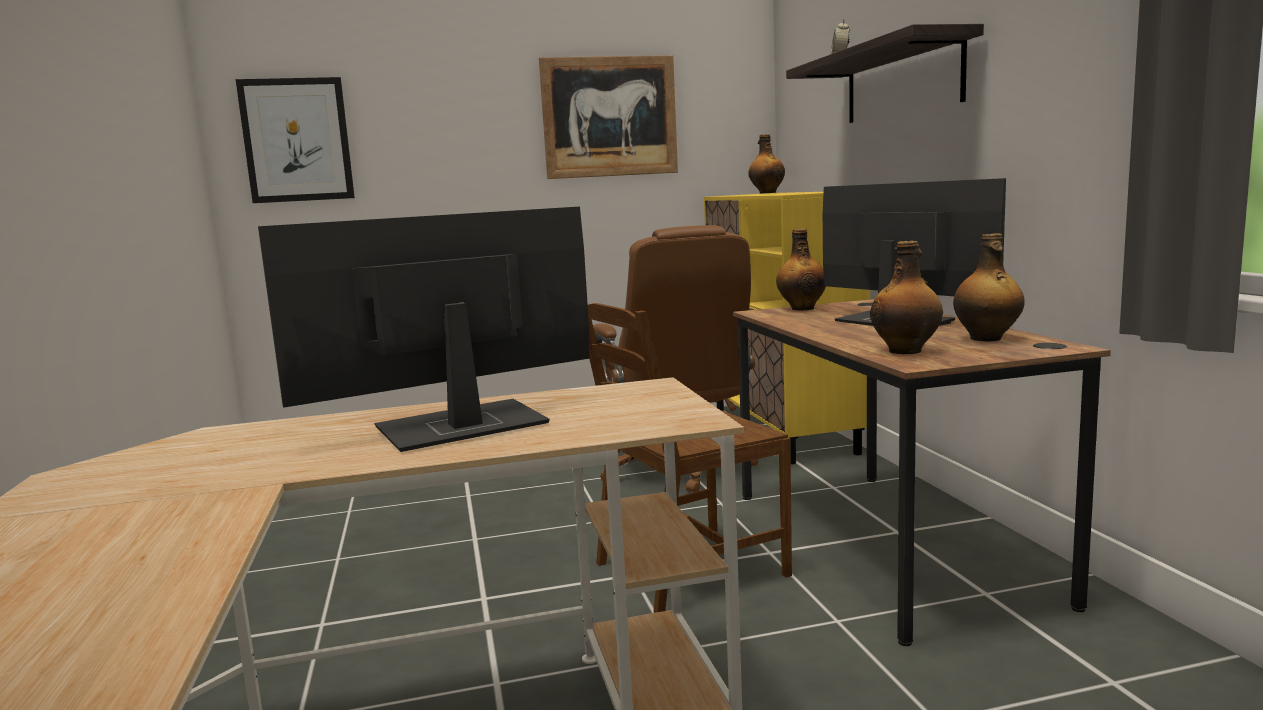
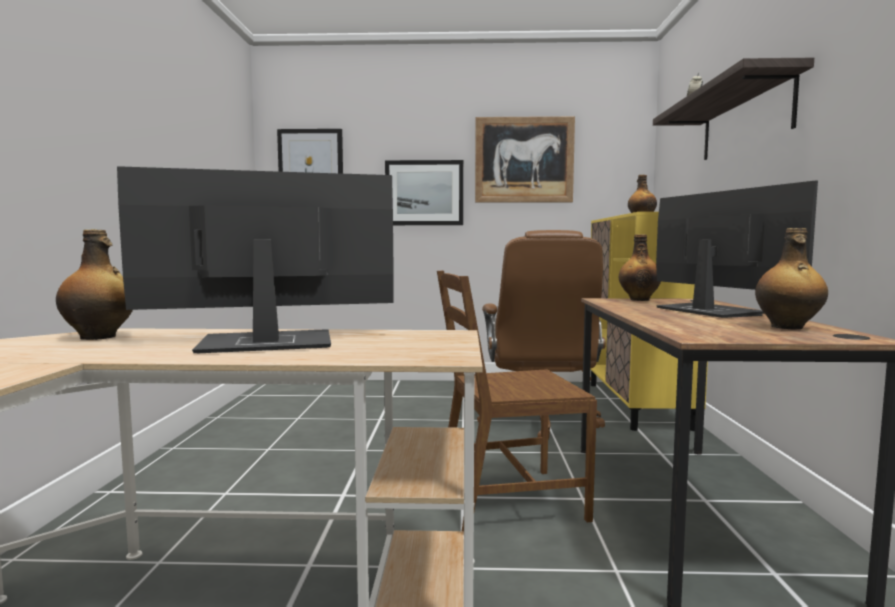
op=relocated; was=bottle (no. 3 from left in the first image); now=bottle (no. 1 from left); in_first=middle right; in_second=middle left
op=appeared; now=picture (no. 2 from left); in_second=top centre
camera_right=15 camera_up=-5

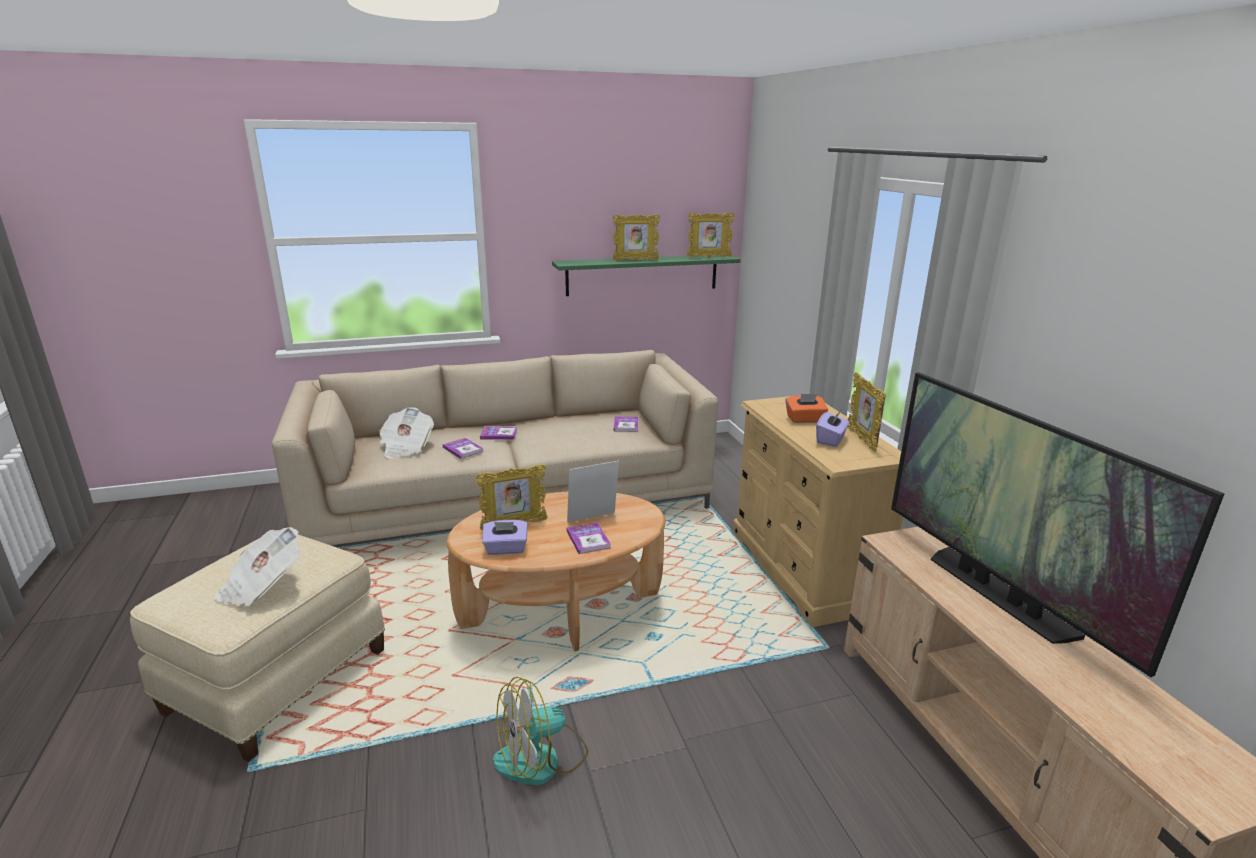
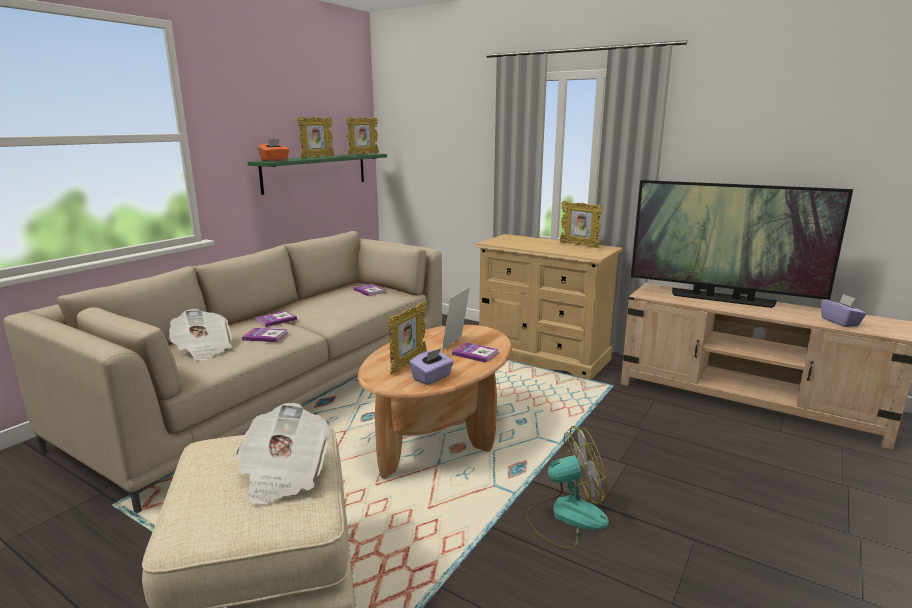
op=relocated; was=orange tissue box; in_first=centre; in_second=top left
op=spun; was=fan; in_first=bottom centre; in_second=bottom centre; clockwise=-120
op=relocated; was=purple tissue box (no. 2 from left); in_first=centre; in_second=middle right
camera_right=-40 camera_up=-5

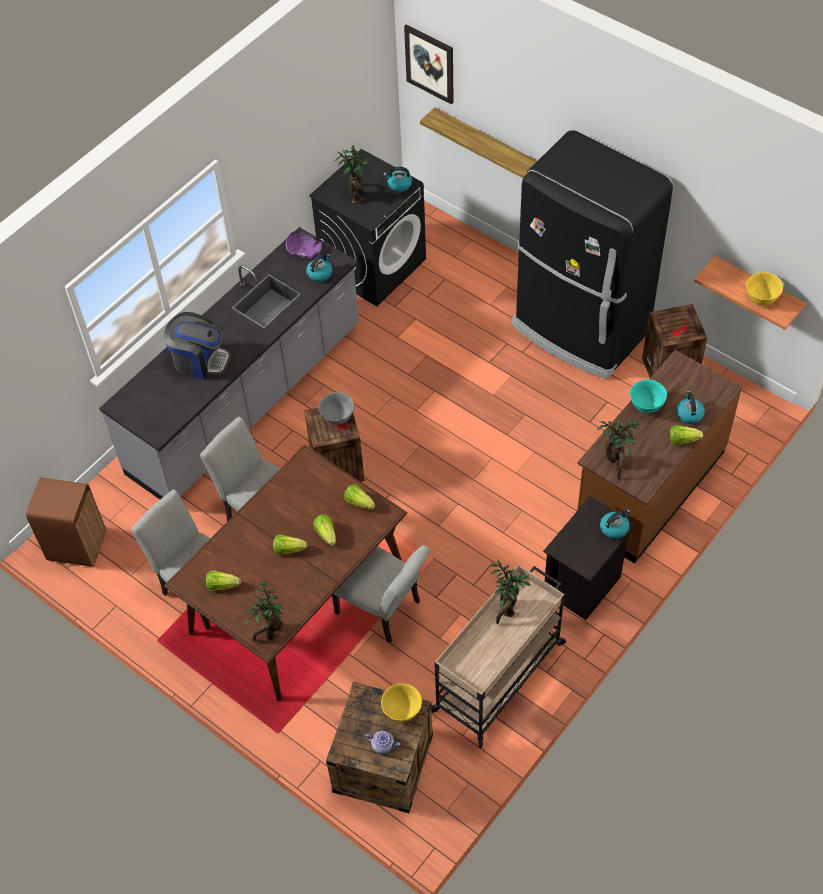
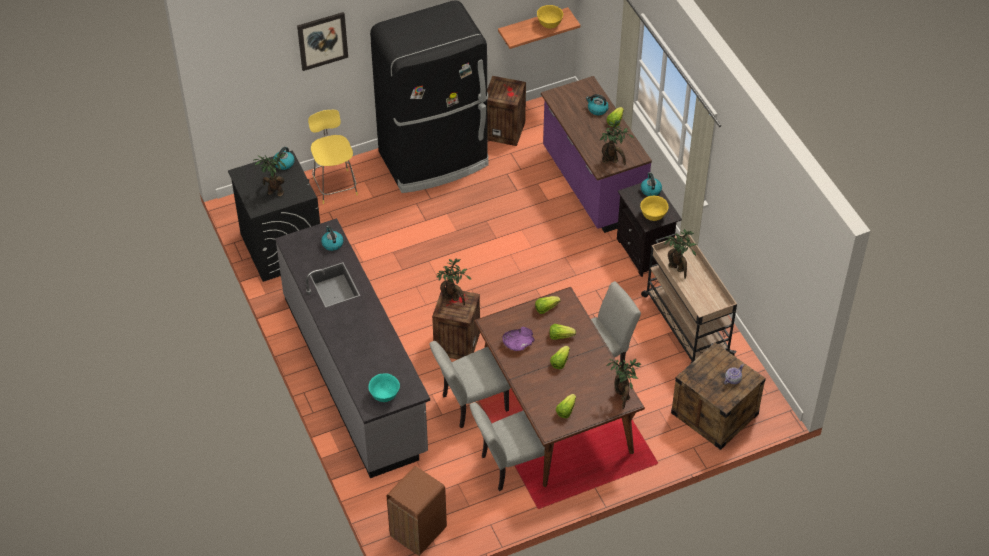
op=relocated; was=picture; in_first=top centre; in_second=top left
op=appeared; now=yellow stool; in_second=top centre
op=relocated; was=turquoise bowl; in_first=middle right; in_second=bottom centre
op=exchanged; was=grey bowl; now=potted plant (no. 2 from left); in_first=centre; in_second=centre
op=relocated; was=purple bowl; in_first=top centre; in_second=centre
op=colour; was=brown counter; now=purple counter; in_first=middle right; in_second=top centre
op=relocated; was=yellow bowl (no. 1 from left in the first image); now=yellow bowl (no. 2 from left); in_first=bottom centre; in_second=centre
op=missing; was=coffee machine; in_first=middle left
op=missing; was=shelf (no. 1 from left); in_first=top centre
camera_right=-65 camera_up=-5

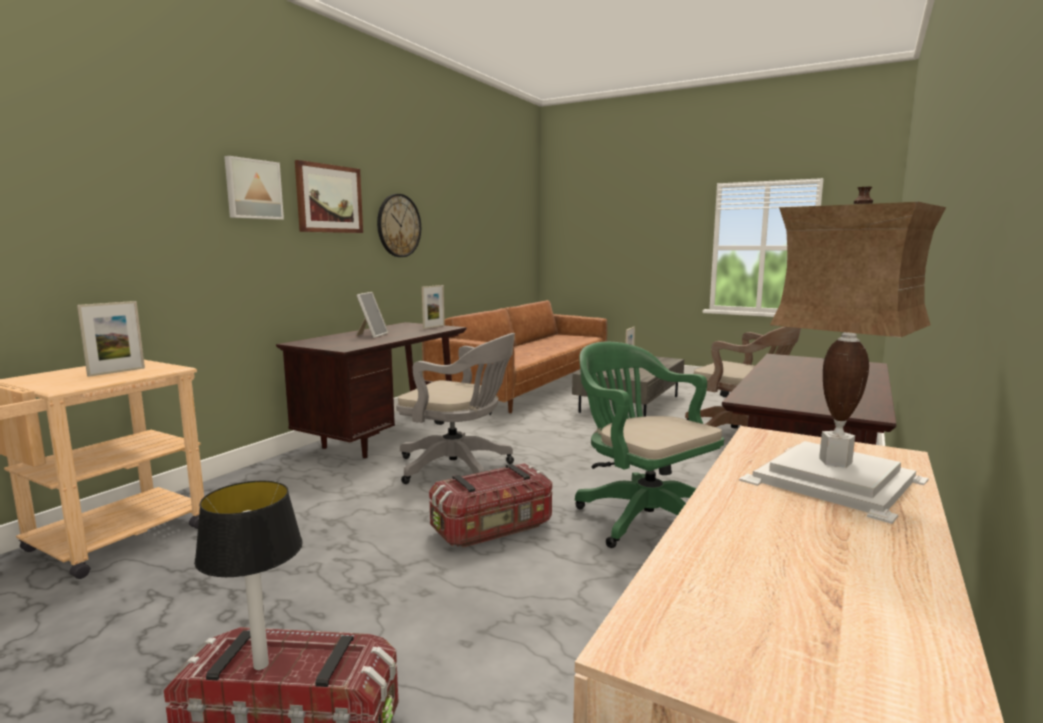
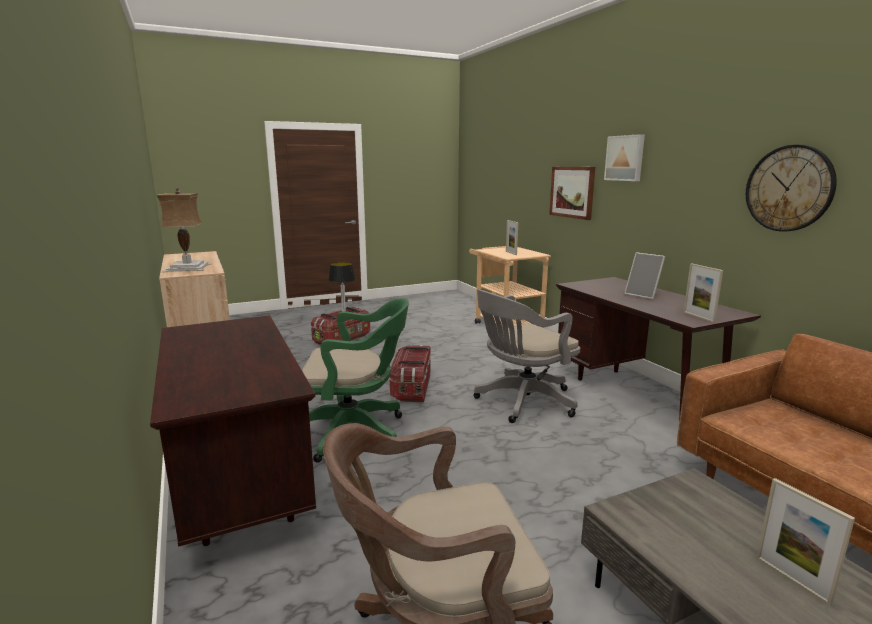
op=relocated; was=picture (no. 2 from left in the first image); now=picture (no. 1 from left); in_first=top left; in_second=top centre
camera_right=125 camera_up=5

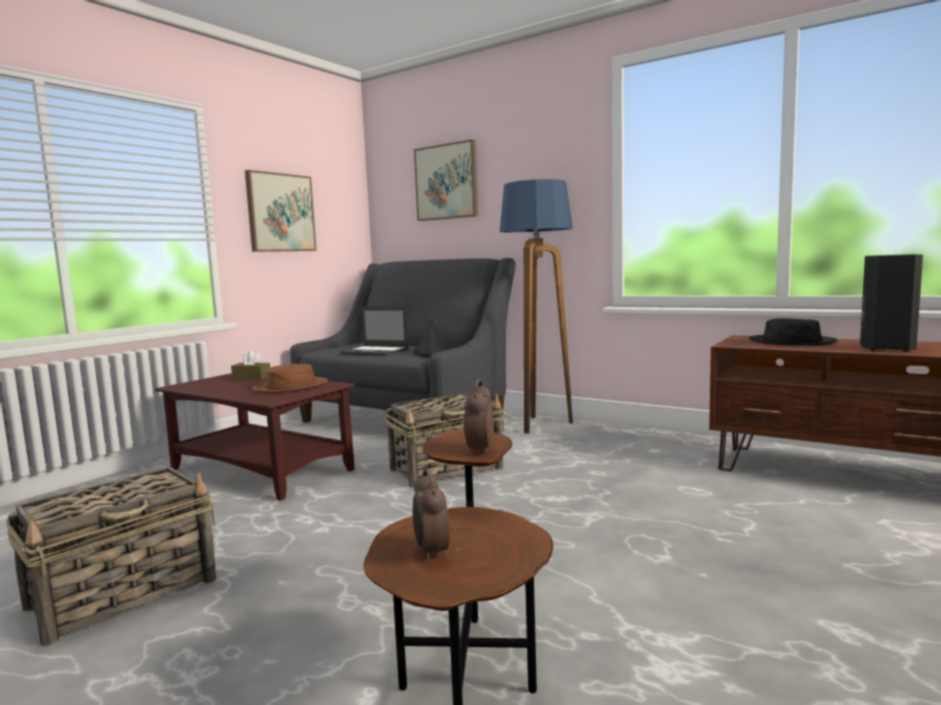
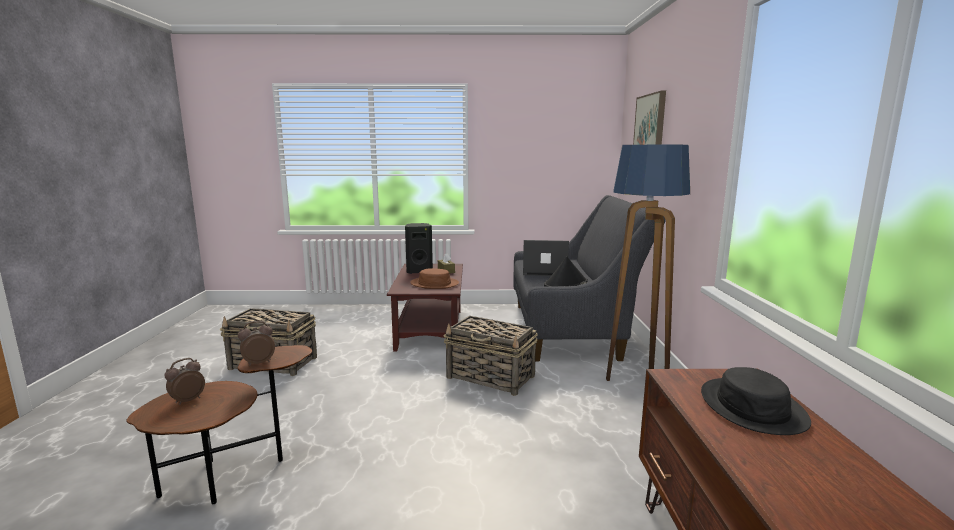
op=relocated; was=black speaker; in_first=middle right; in_second=centre
op=spun; was=laptop; in_first=centre; in_second=centre; clockwise=105
op=missing; was=picture (no. 1 from left); in_first=top left
camera_right=55 camera_up=5

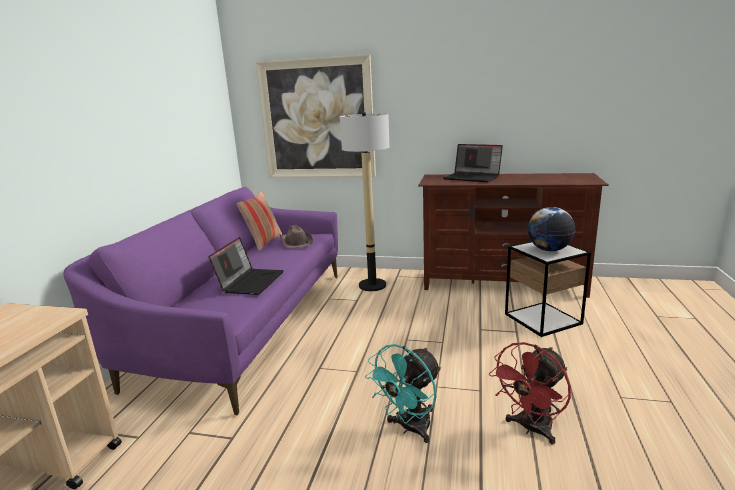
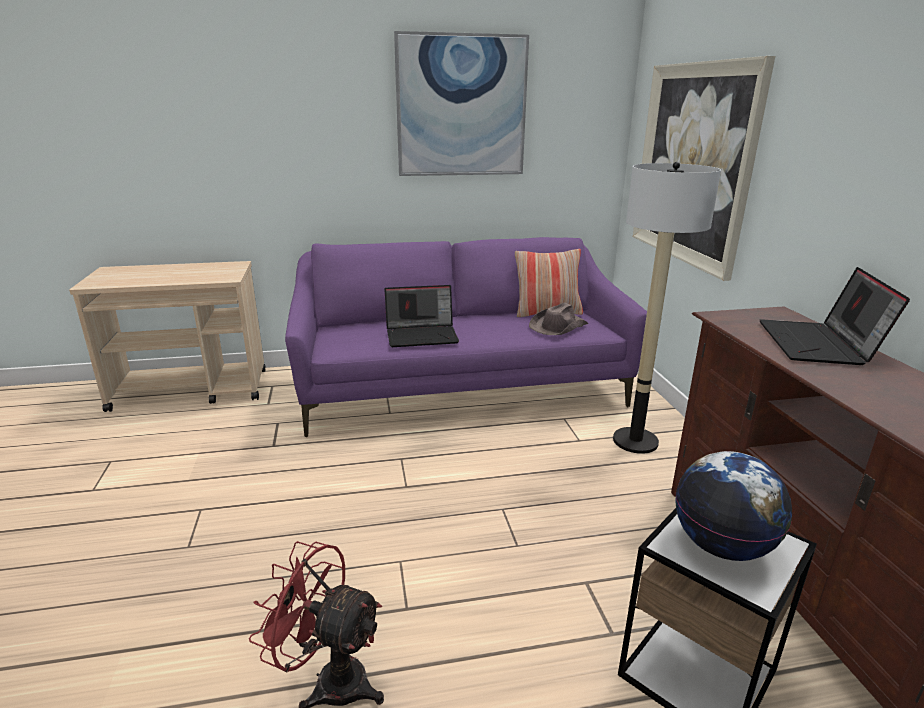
op=appeared; now=picture (no. 1 from left); in_second=top centre
op=missing; was=turquoise fan; in_first=bottom centre
camera_right=65 camera_up=5

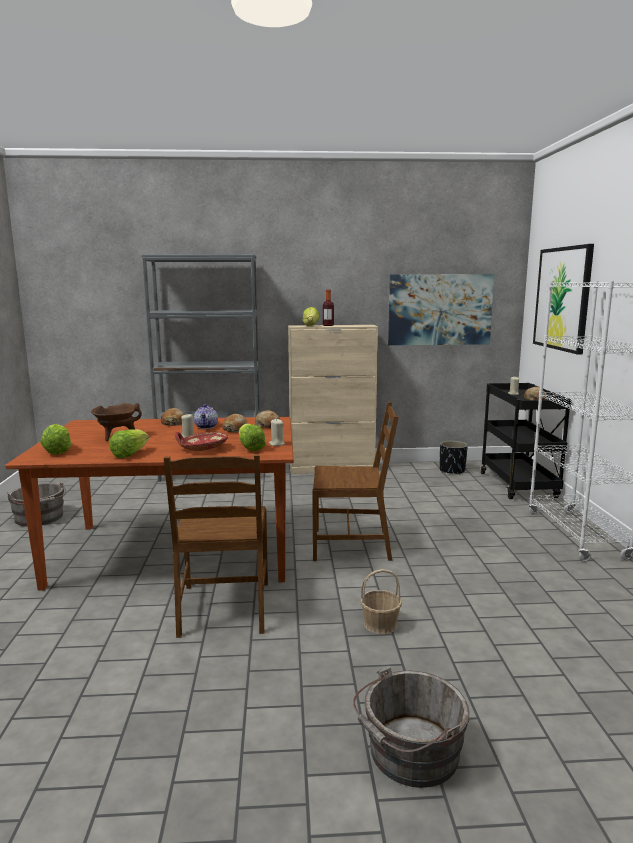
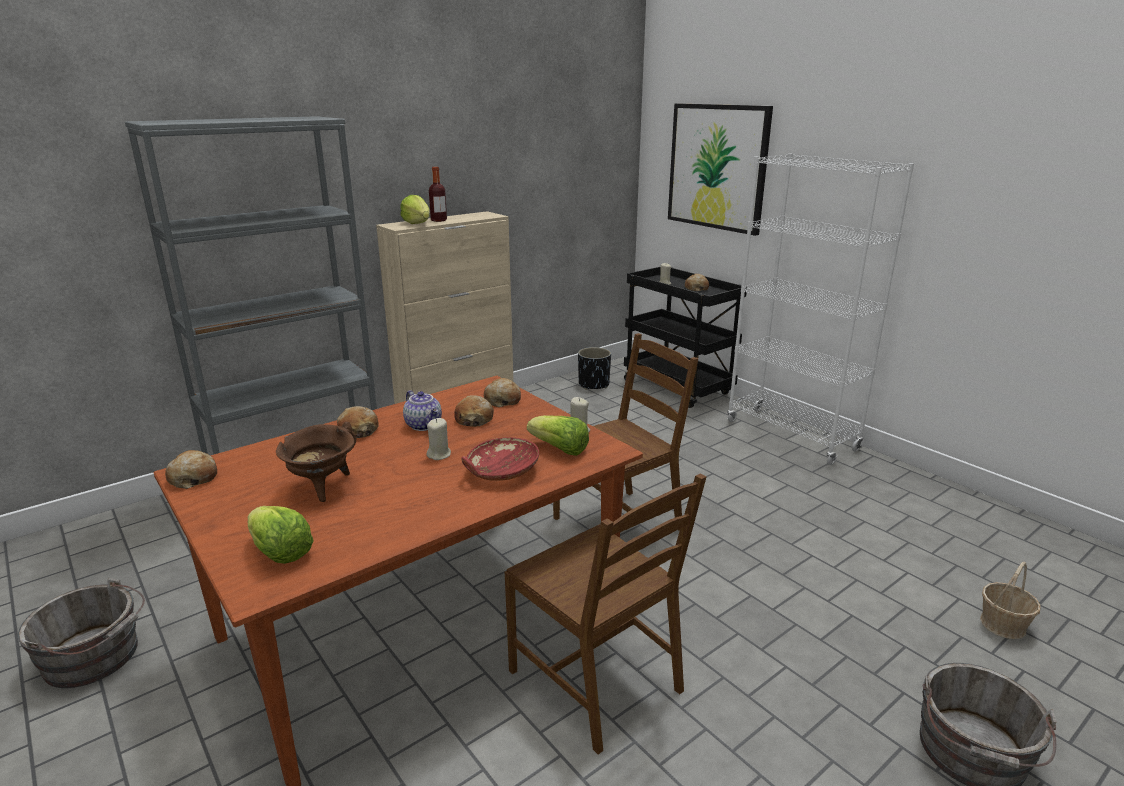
op=appeared; now=bread (no. 1 from left); in_second=middle left
op=relocated; was=basket; in_first=bottom centre; in_second=bottom right
op=missing; was=lettuce (no. 2 from left); in_first=middle left
op=missing; was=picture (no. 1 from left); in_first=middle right
camera_right=-35 camera_up=10

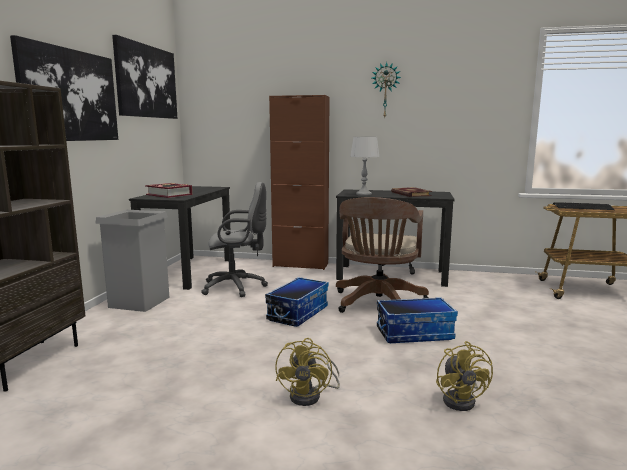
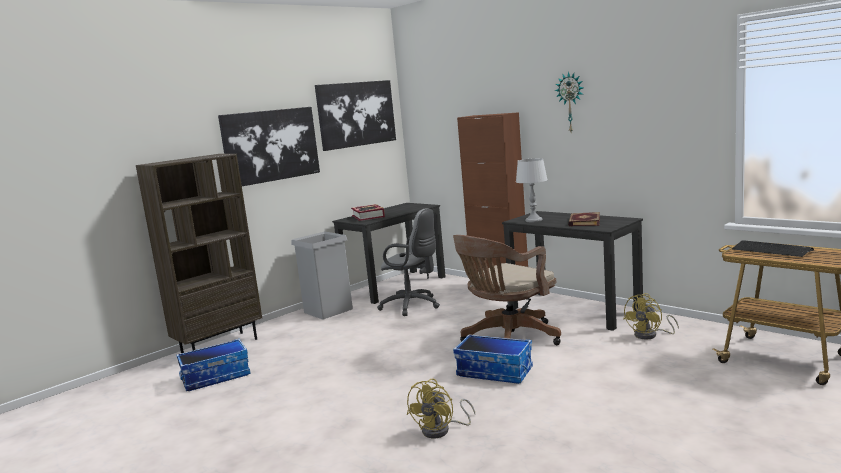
op=relocated; was=storage box (no. 1 from left); in_first=centre; in_second=bottom left
op=relocated; was=yellow fan (no. 1 from left in the first image); now=yellow fan (no. 2 from left); in_first=bottom centre; in_second=bottom right
camera_right=35 camera_up=0

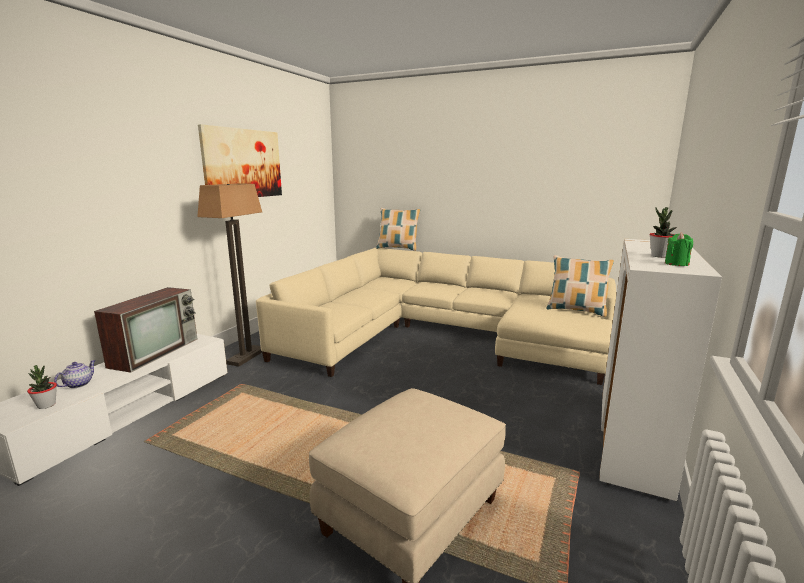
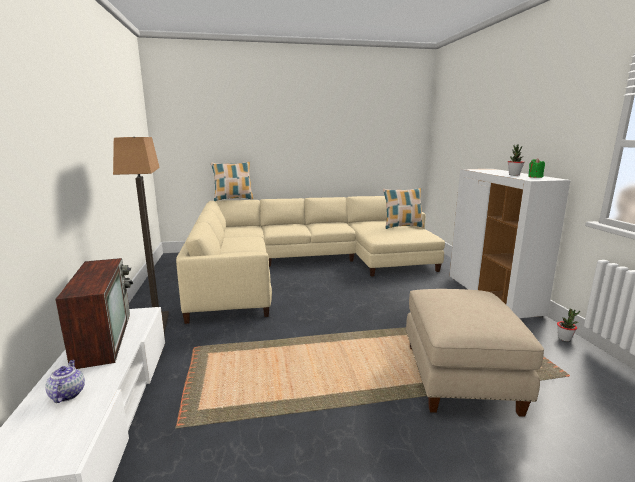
op=relocated; was=potted plant (no. 1 from left in the first image); now=potted plant (no. 2 from left); in_first=middle left; in_second=bottom right
op=missing; was=picture; in_first=top left
camera_right=-35 camera_up=0

